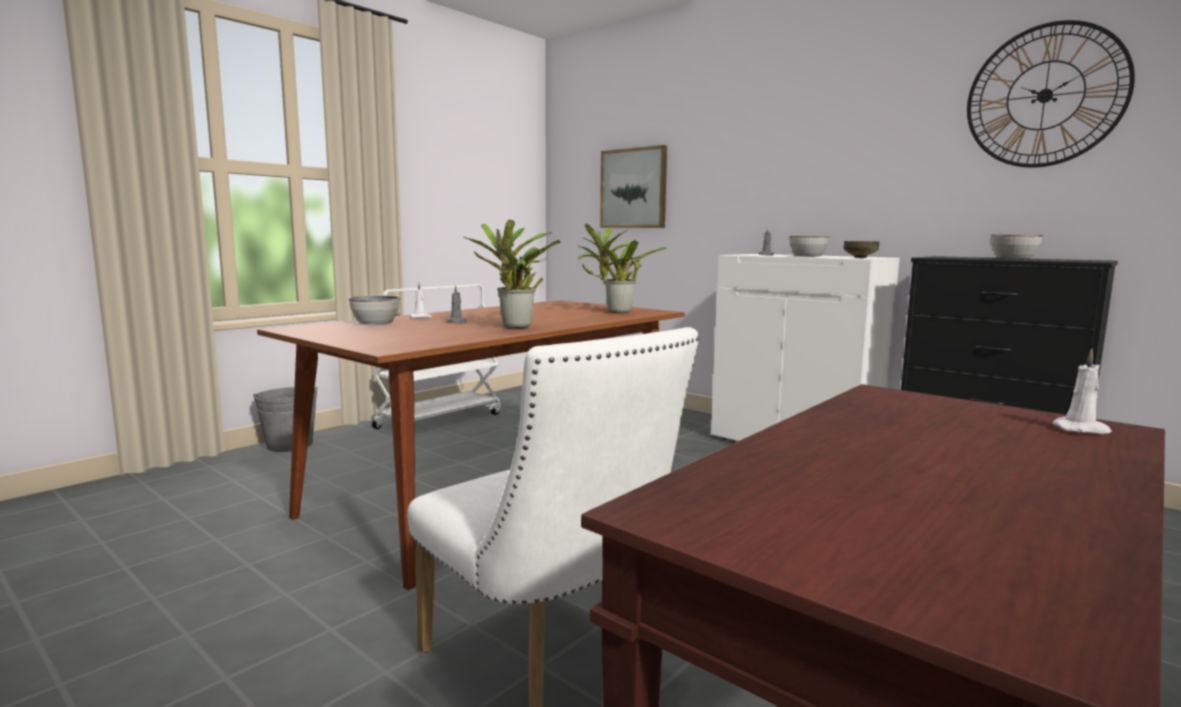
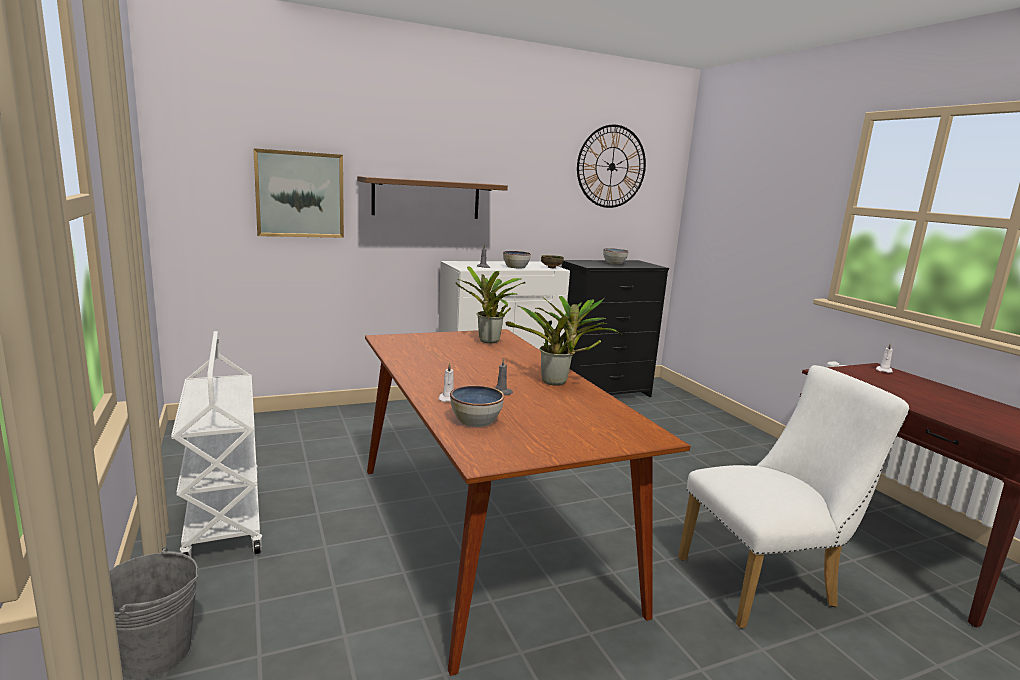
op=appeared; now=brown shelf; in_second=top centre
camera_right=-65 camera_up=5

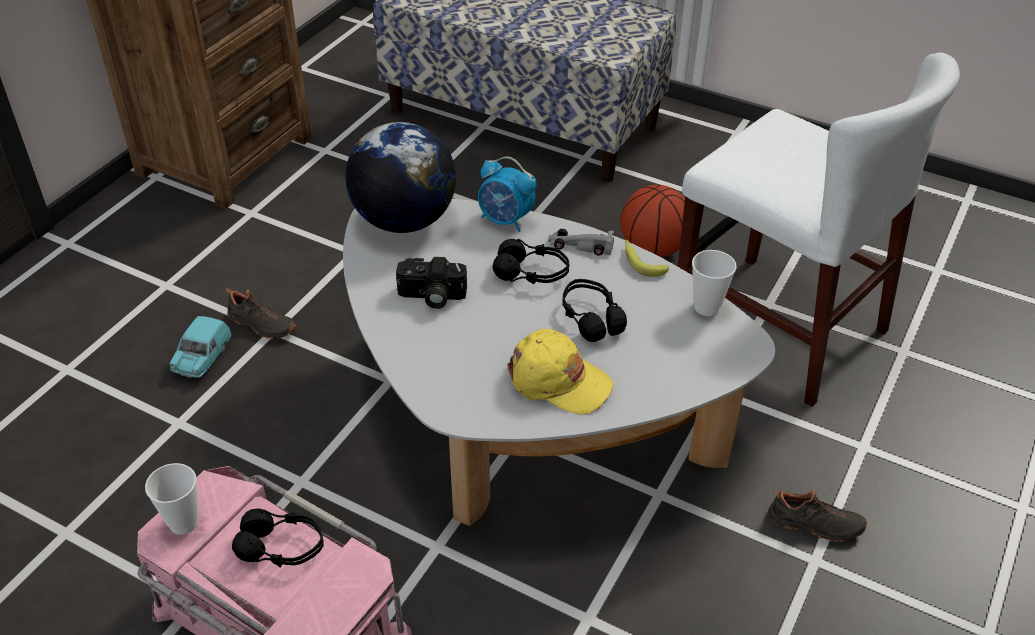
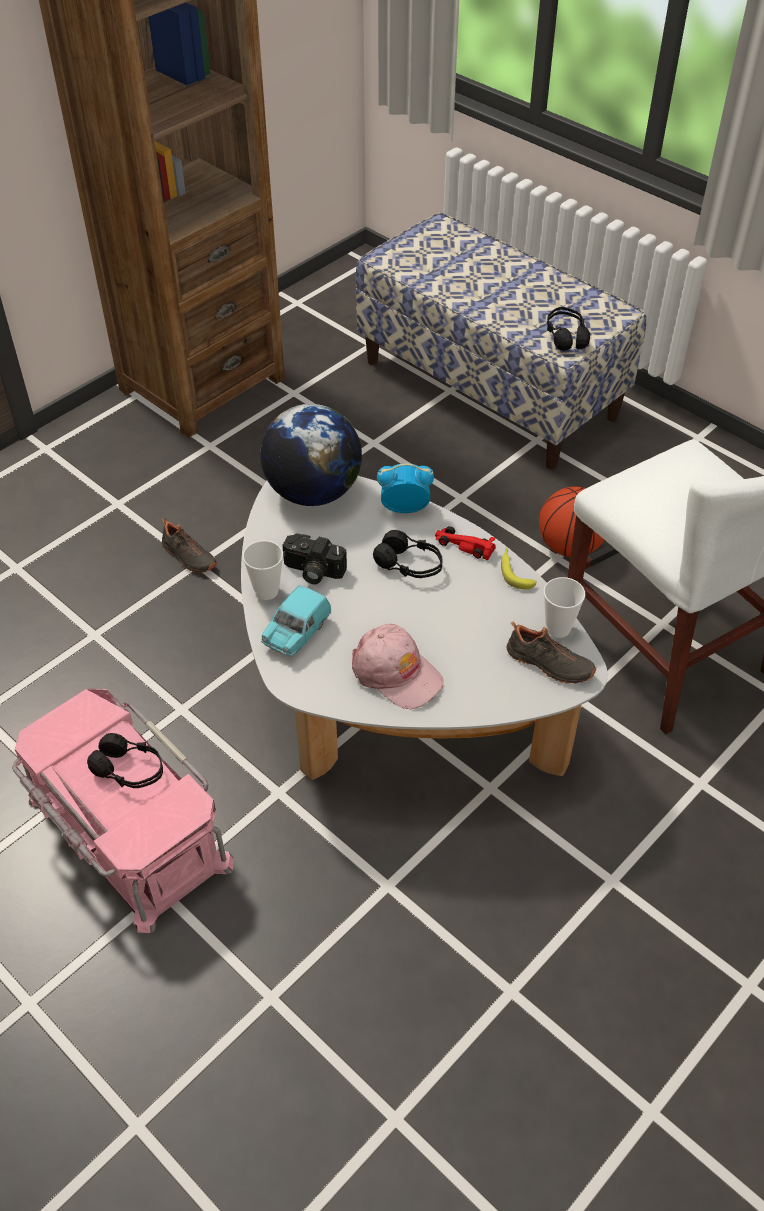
op=relocated; was=cup (no. 1 from left); in_first=bottom left; in_second=centre
op=relocated; was=turquoise toy car; in_first=middle left; in_second=centre
op=colour; was=yellow cap; now=pink cap; in_first=centre; in_second=centre
op=spun; was=alarm clock; in_first=top centre; in_second=centre; clockwise=135
op=colour; was=grey toy car; now=red toy car; in_first=centre; in_second=centre
op=relocated; was=black shoe (no. 2 from left); in_first=bottom right; in_second=middle right
op=relocated; was=black headphones (no. 3 from left); in_first=centre; in_second=top right
camera_right=15 camera_up=5

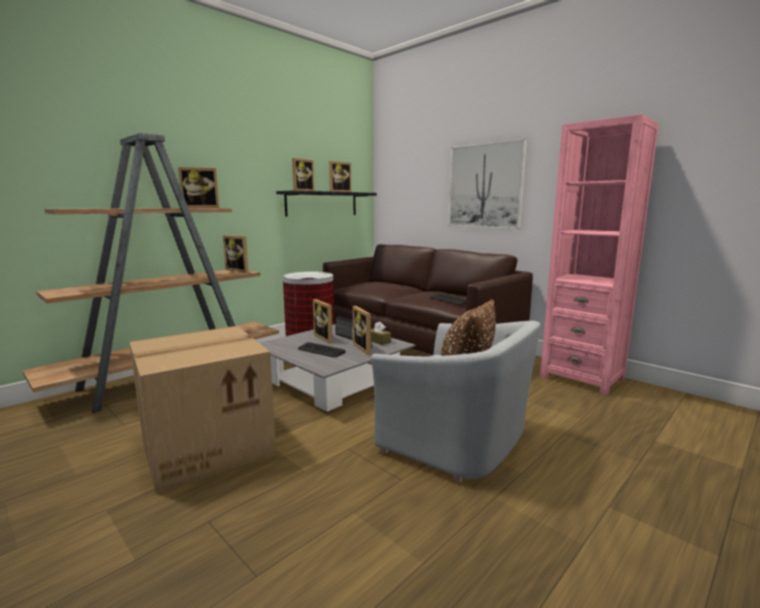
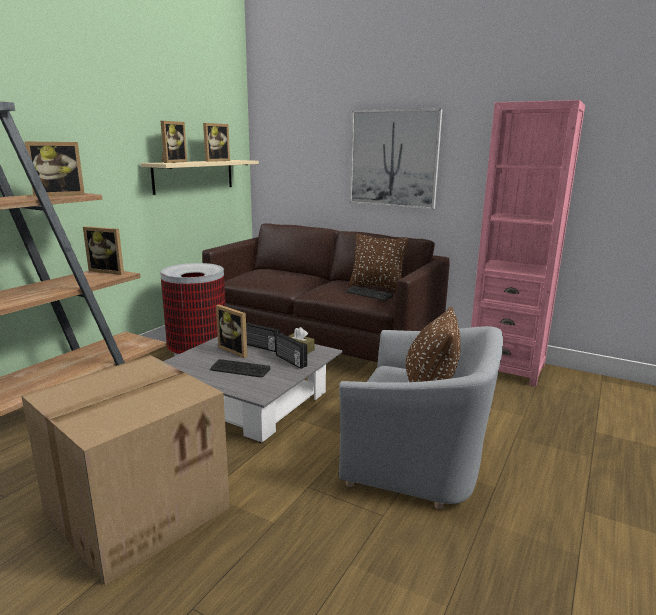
op=colour; was=black shelf; now=beige shelf; in_first=centre; in_second=top left
op=exchanged; was=picture frame (no. 6 from left); now=radio (no. 2 from left); in_first=centre; in_second=centre
op=appeared; now=brown pillow (no. 1 from left); in_second=centre
camera_right=-15 camera_up=5

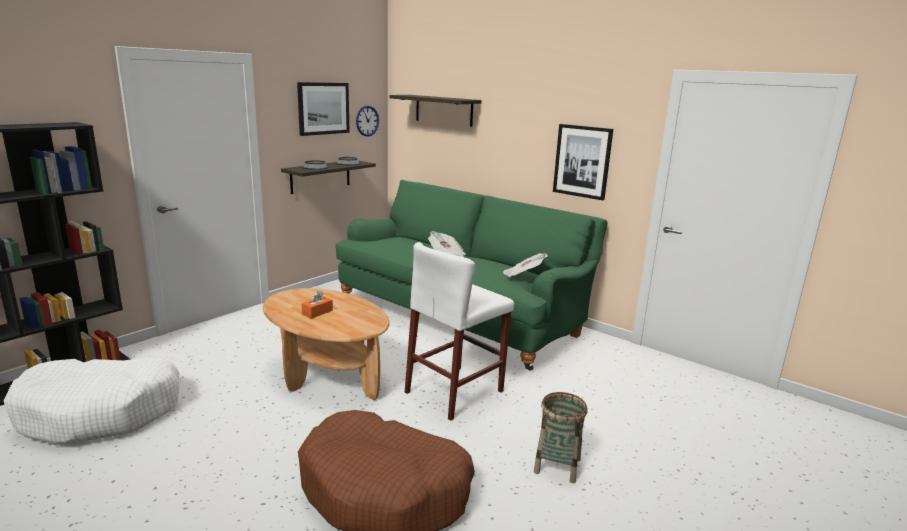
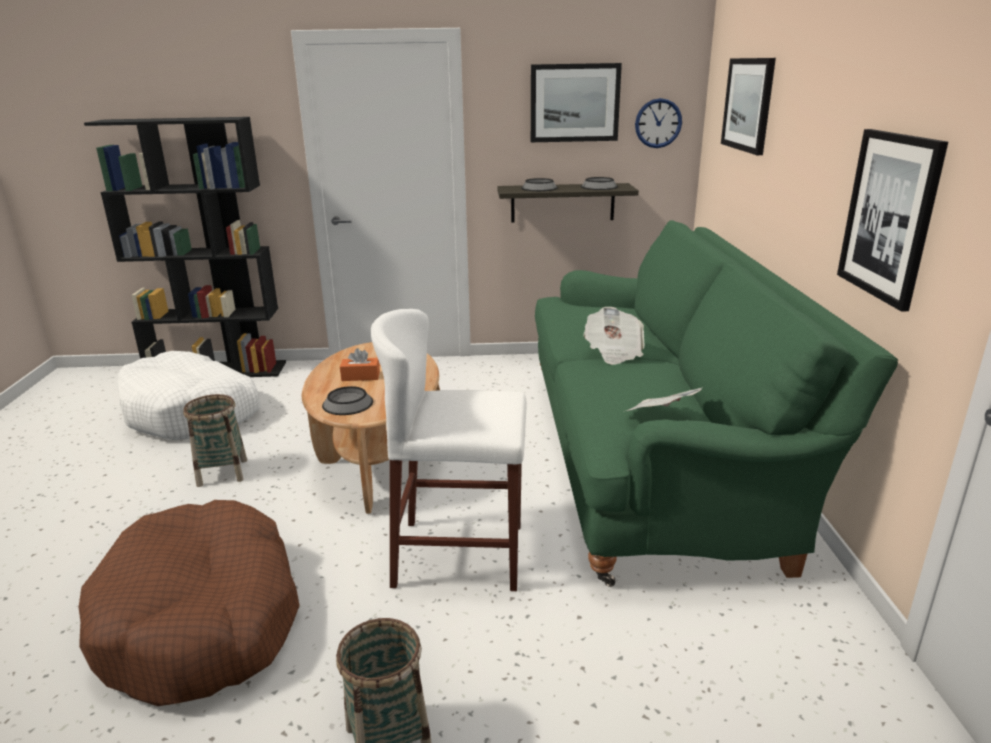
op=appeared; now=basket (no. 1 from left); in_second=middle left
op=appeared; now=bowl (no. 1 from left); in_second=centre
op=exchanged; was=shelf (no. 2 from left); now=picture (no. 2 from left); in_first=top centre; in_second=top right
camera_right=50 camera_up=5

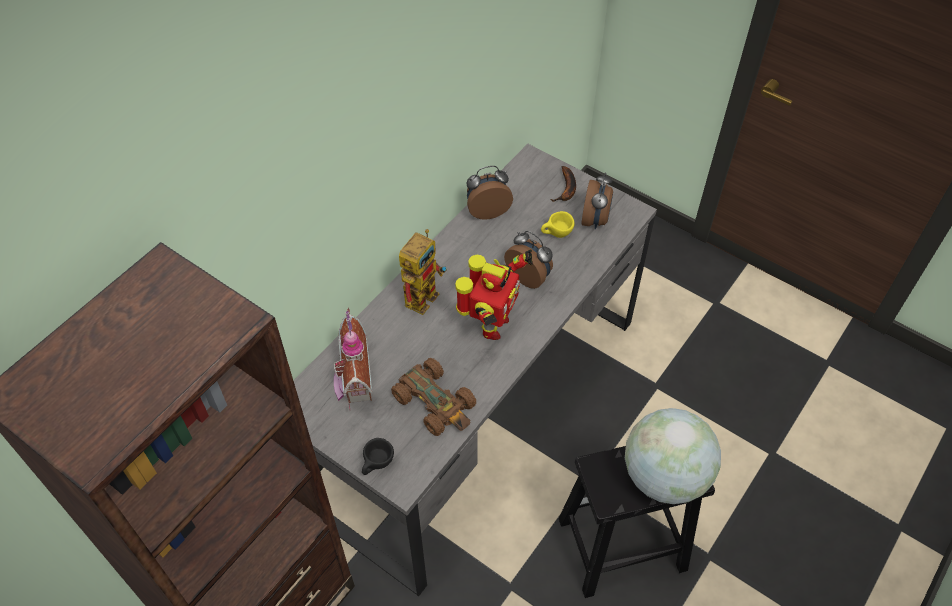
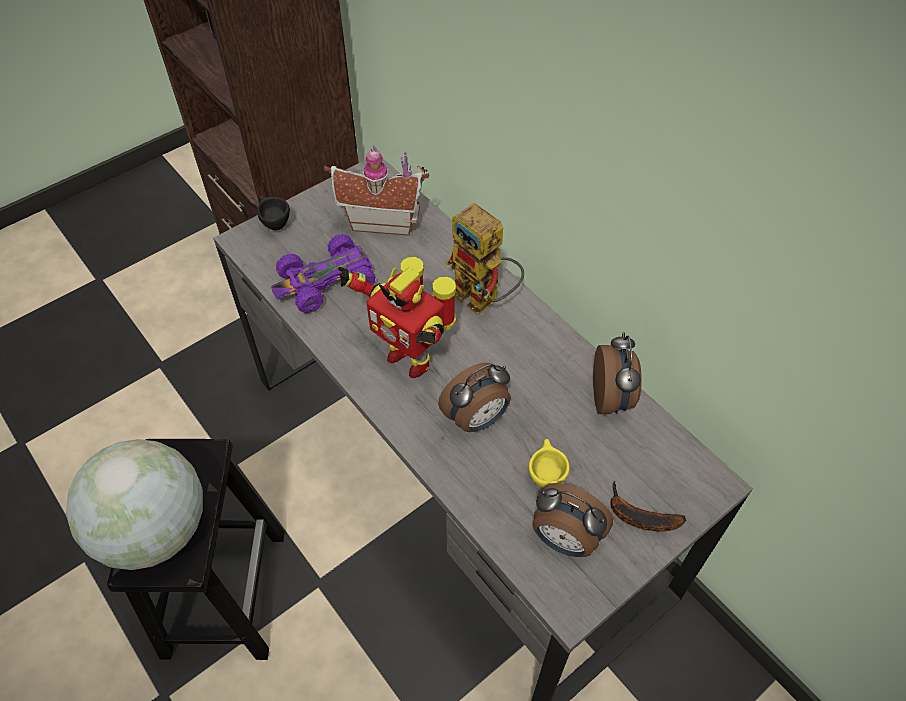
op=colour; was=brown toy car; now=purple toy car; in_first=centre; in_second=centre
camera_right=105 camera_up=0

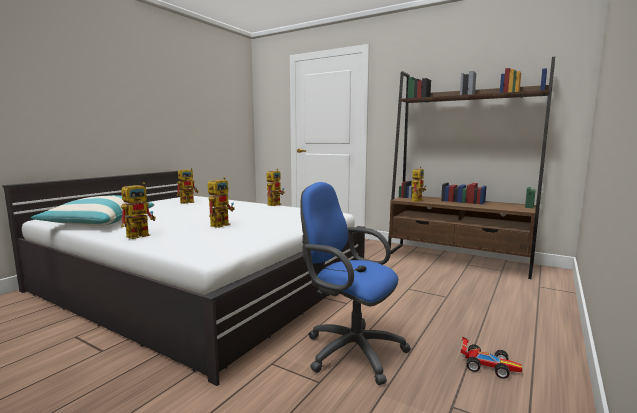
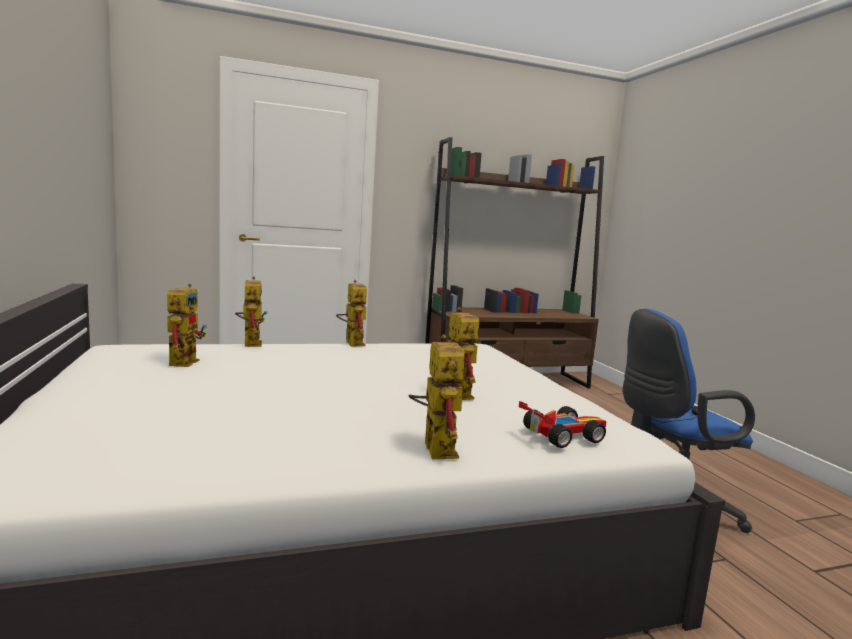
op=relocated; was=toy robot (no. 5 from left in the first image); now=toy robot (no. 2 from left); in_first=centre; in_second=middle left
op=relocated; was=toy car; in_first=bottom right; in_second=centre
op=missing; was=pillow; in_first=middle left
camera_right=-50 camera_up=0

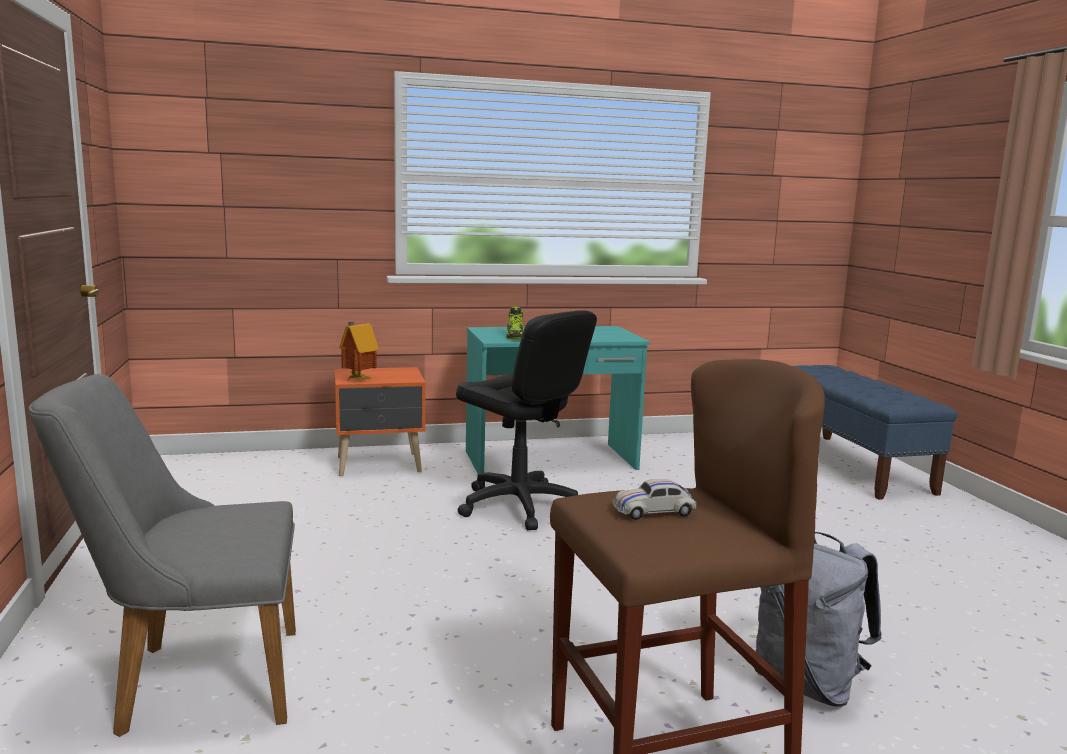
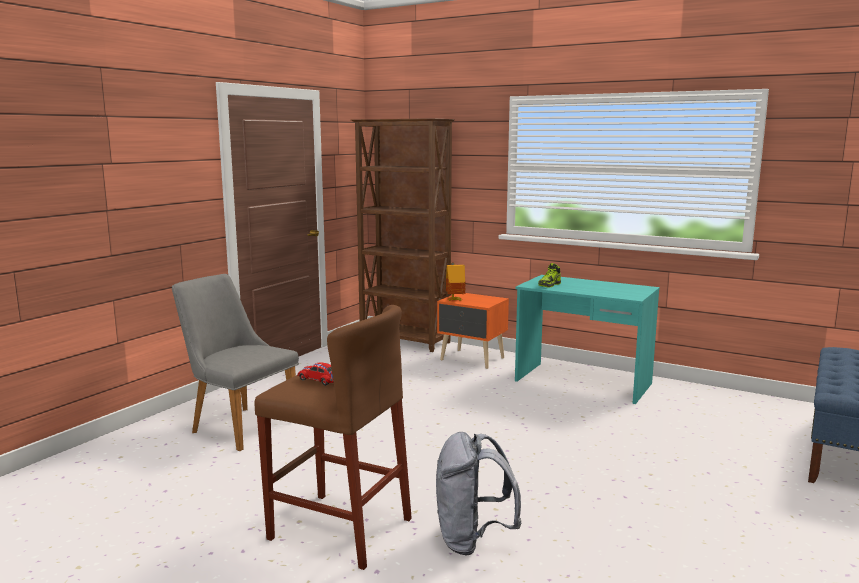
op=colour; was=white toy car; now=red toy car; in_first=centre; in_second=centre
op=appeared; now=brown bookcase; in_second=centre
op=missing; was=black office chair; in_first=centre
camera_right=45 camera_up=0

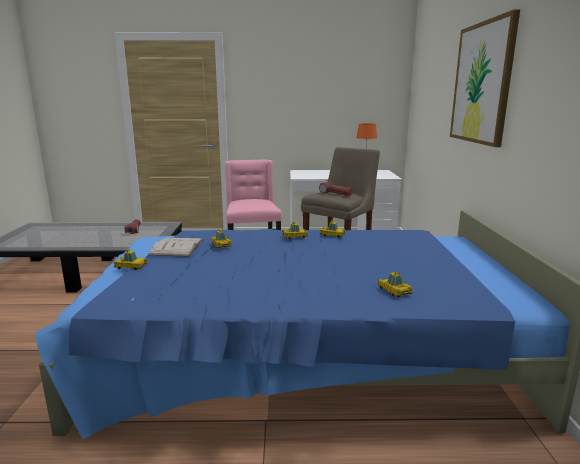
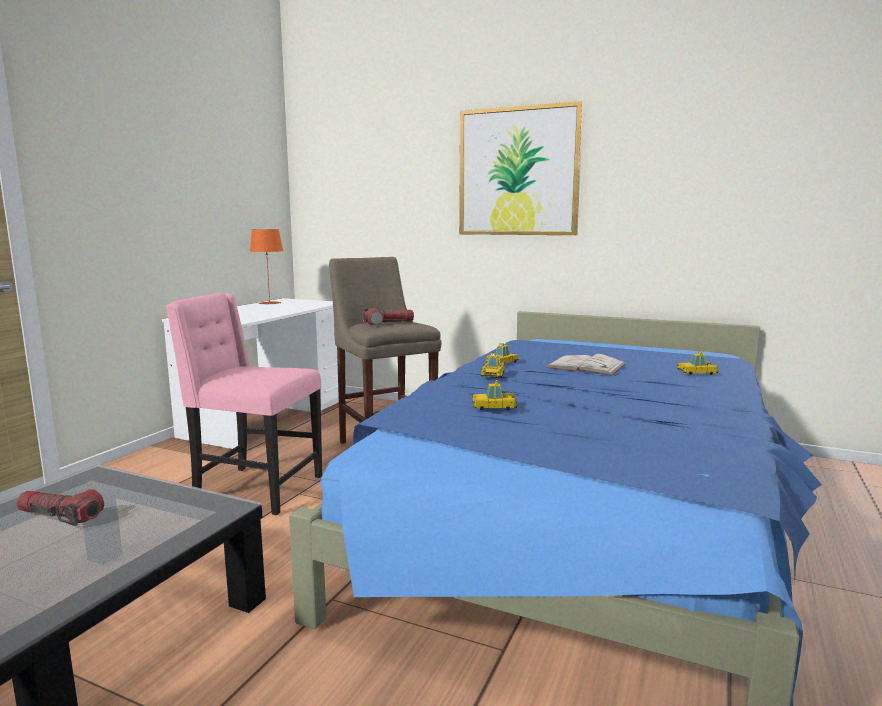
op=relocated; was=white book; in_first=middle left; in_second=centre
op=missing; was=toy car (no. 1 from left); in_first=middle left
camera_right=-65 camera_up=-5

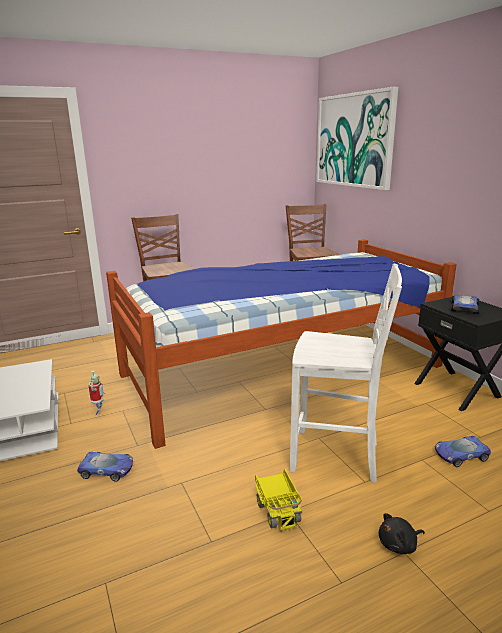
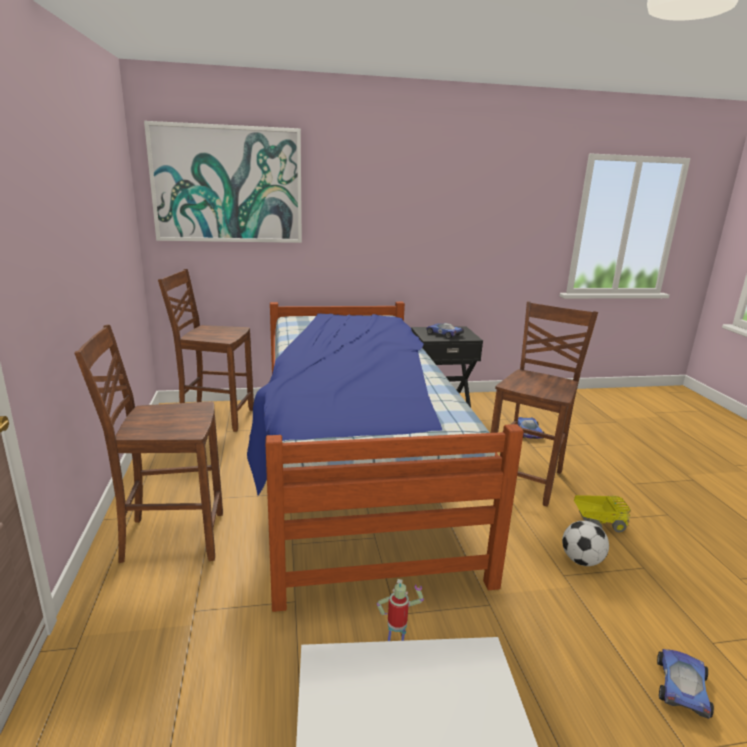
op=colour; was=white chair; now=brown chair (no. 3 from left); in_first=middle right; in_second=middle right
op=appeared; now=football; in_second=bottom right
op=relocated; was=toy car (no. 1 from left in the first image); now=toy car (no. 3 from left); in_first=bottom left; in_second=bottom right
op=missing; was=black plush toy; in_first=bottom right
camera_right=-75 camera_up=0

